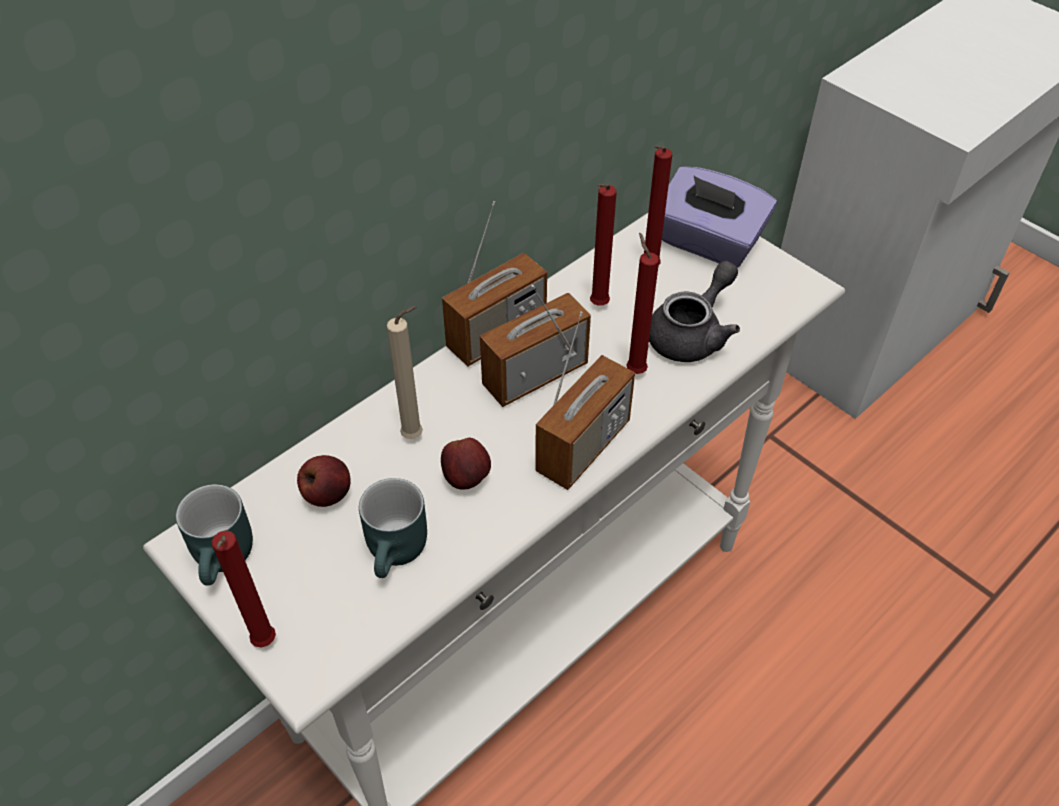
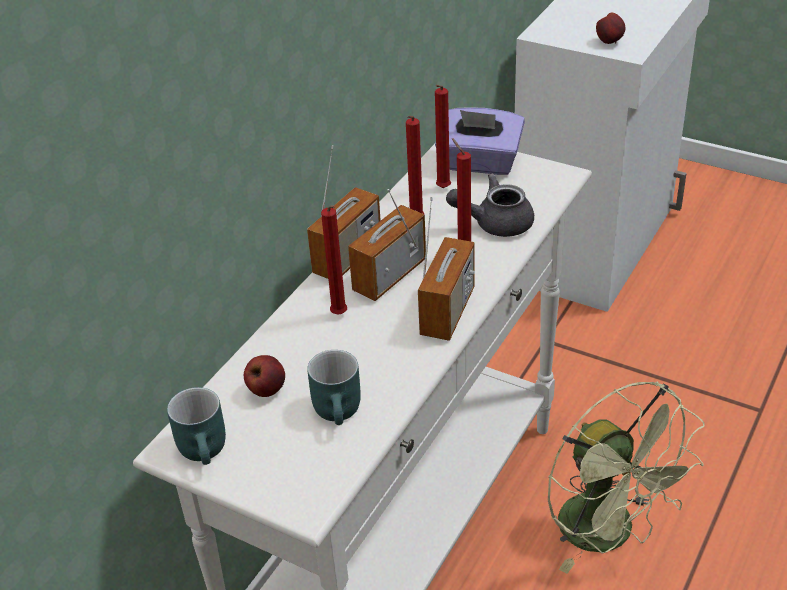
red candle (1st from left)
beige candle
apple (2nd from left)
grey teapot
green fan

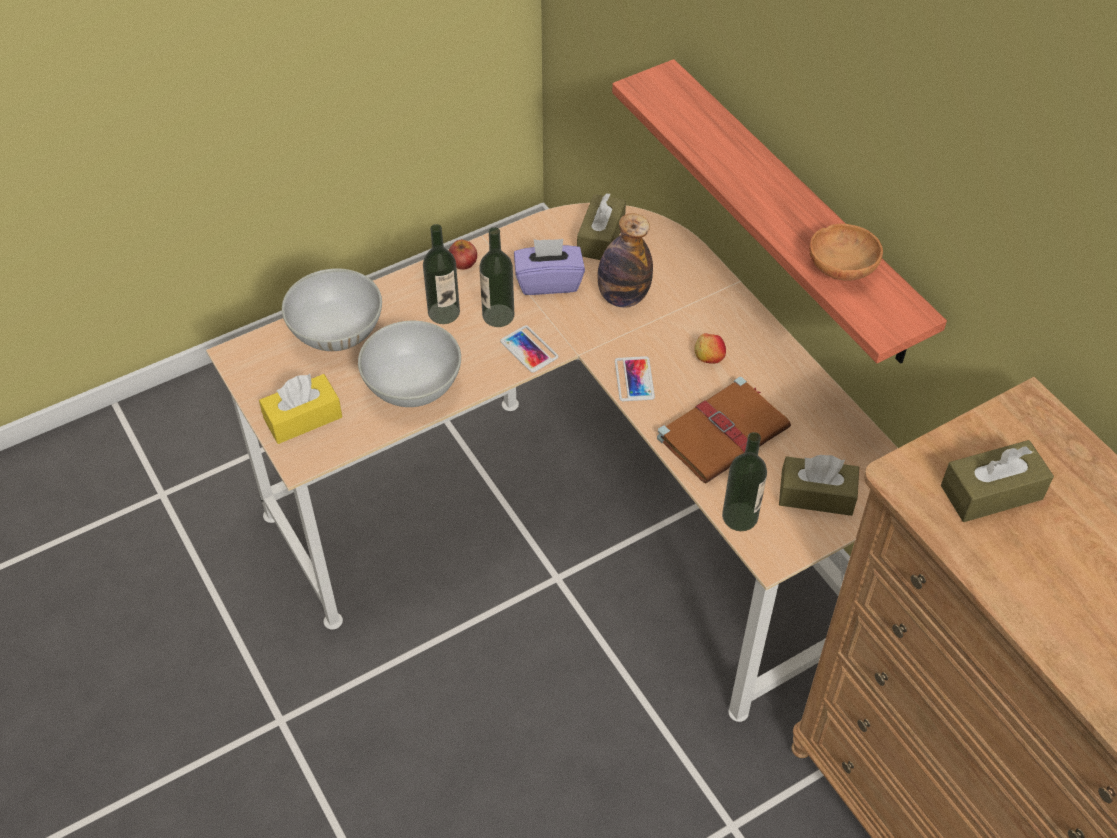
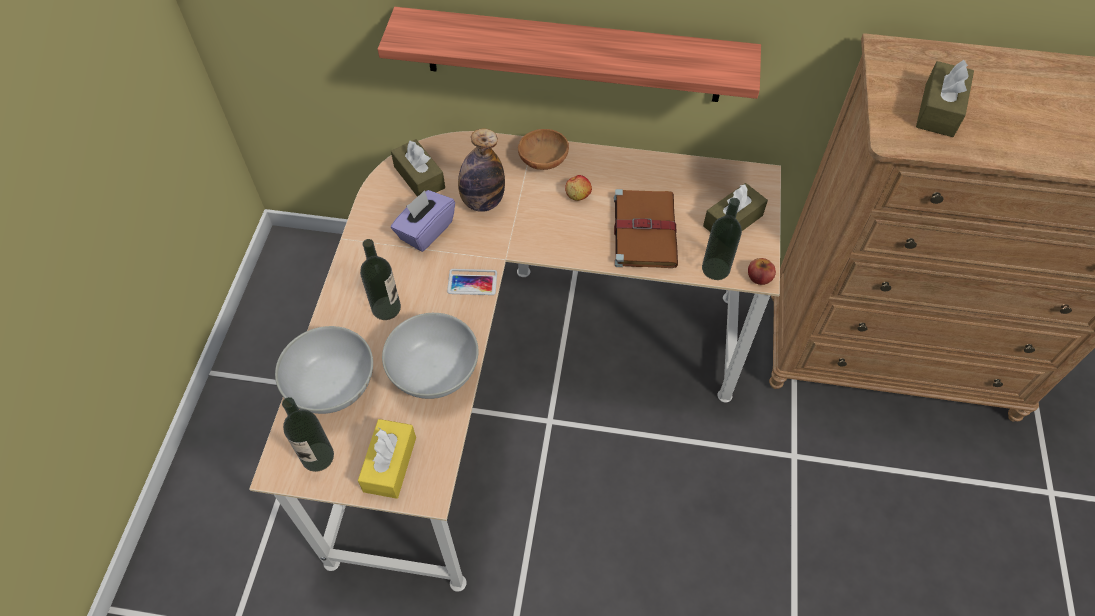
apple (2nd from left)
bottle (1st from left)
phone (2nd from left in the first image)
brown bowl

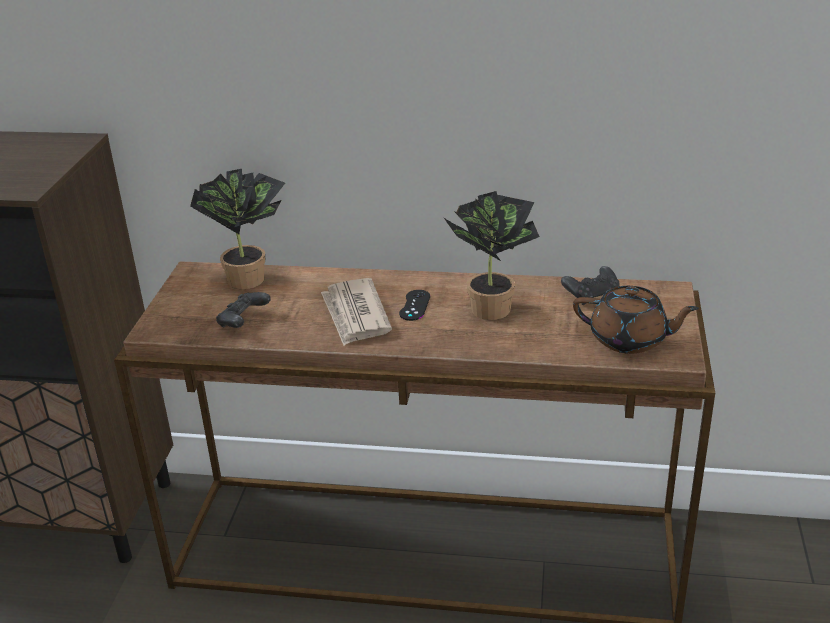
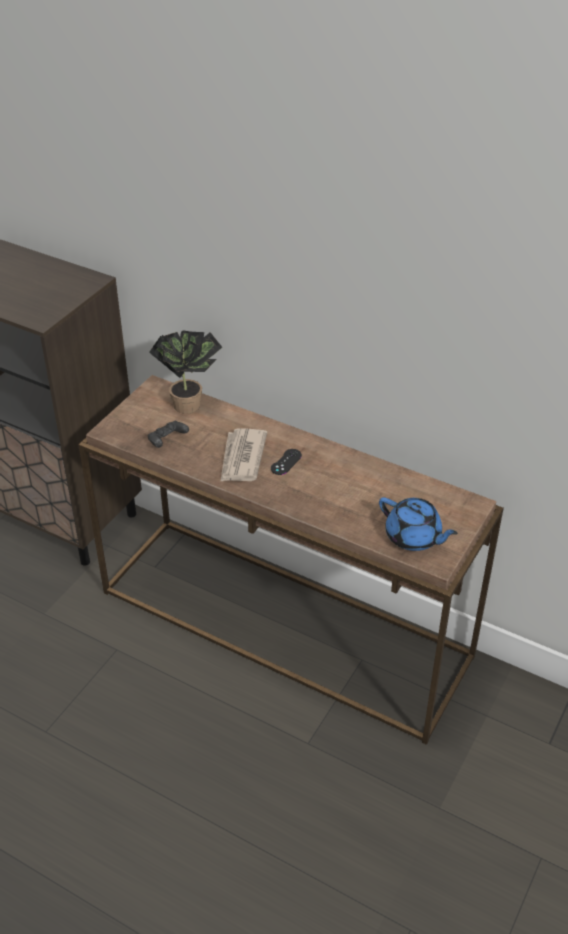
potted plant (2nd from left in the first image)
black game controller (3rd from left in the first image)
blue teapot

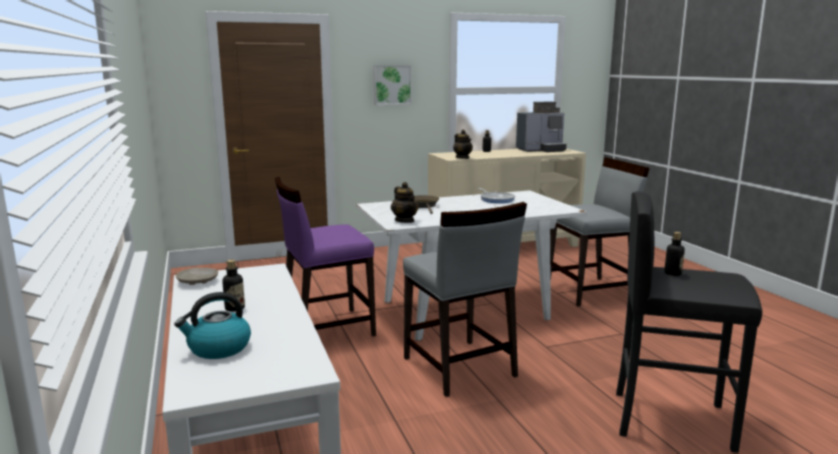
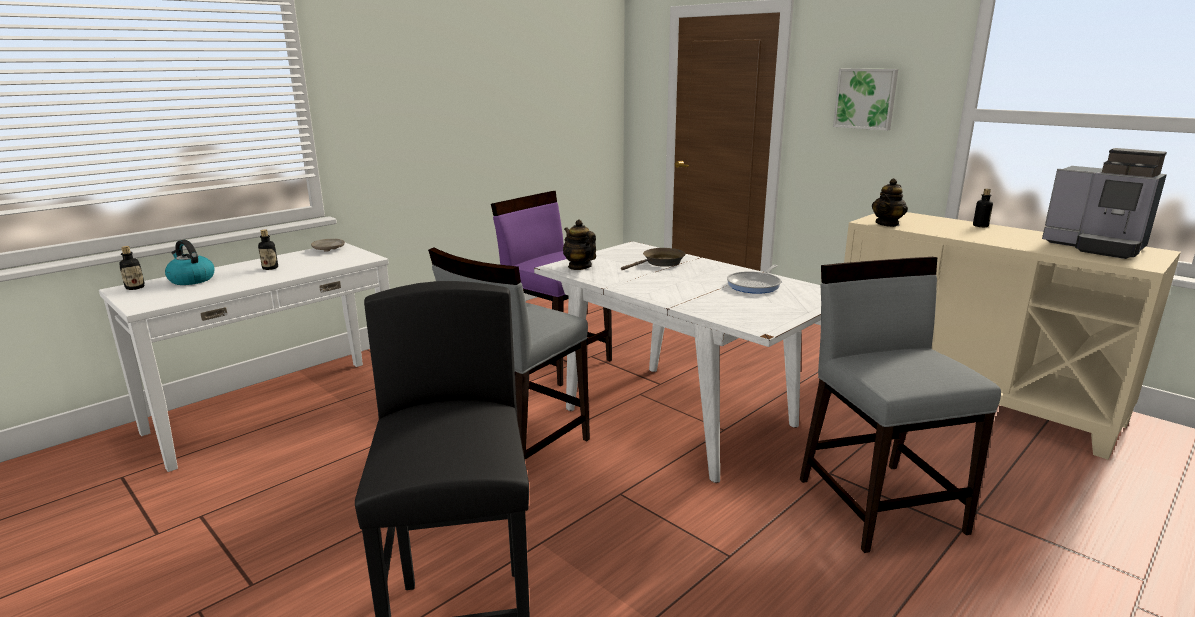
teapot (1st from left)
grey chair (2nd from left)
bottle (1st from left)

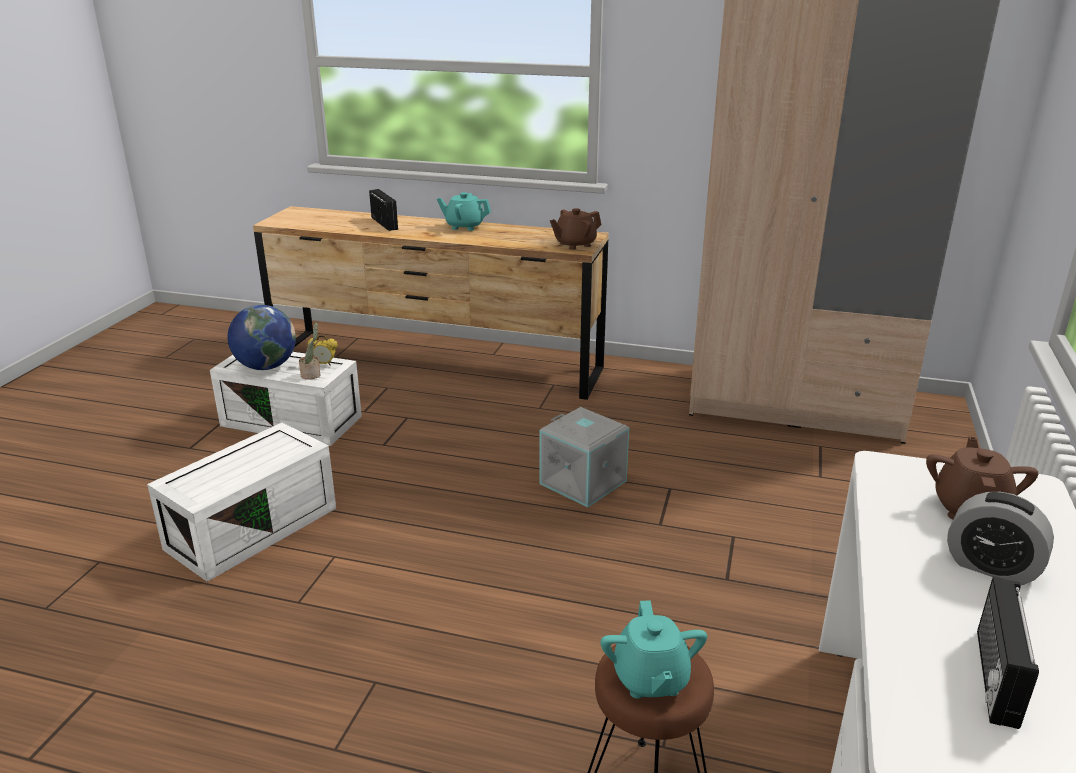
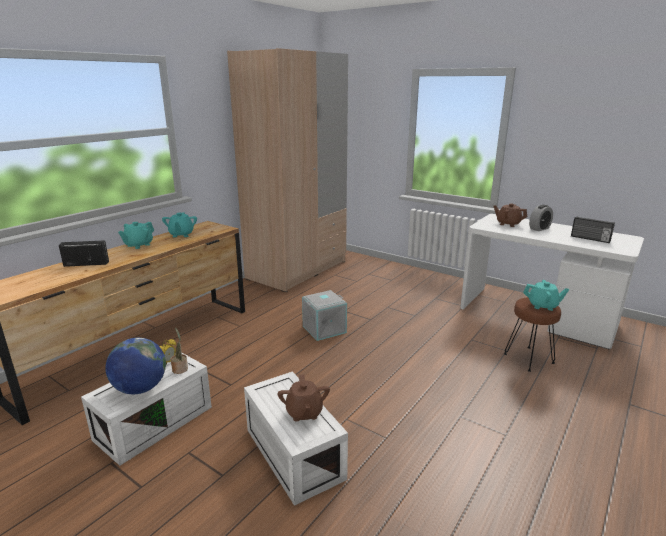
brown teapot (1st from left)
turquoise teapot (2nd from left)

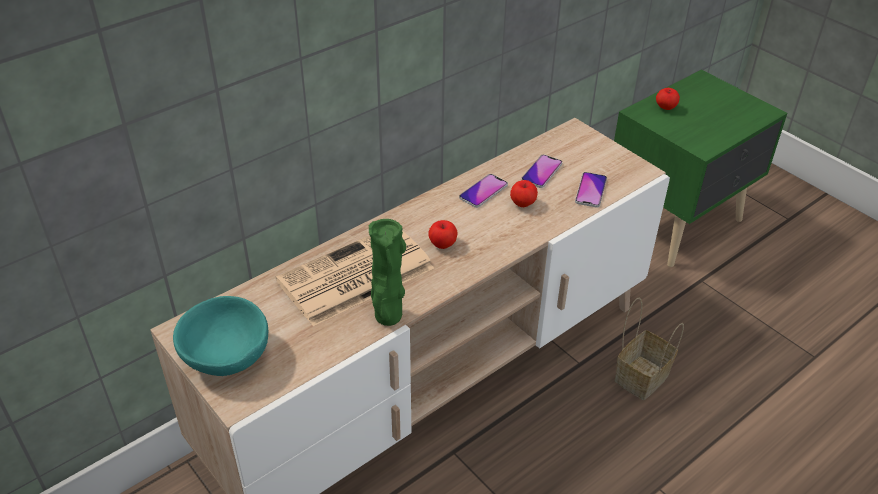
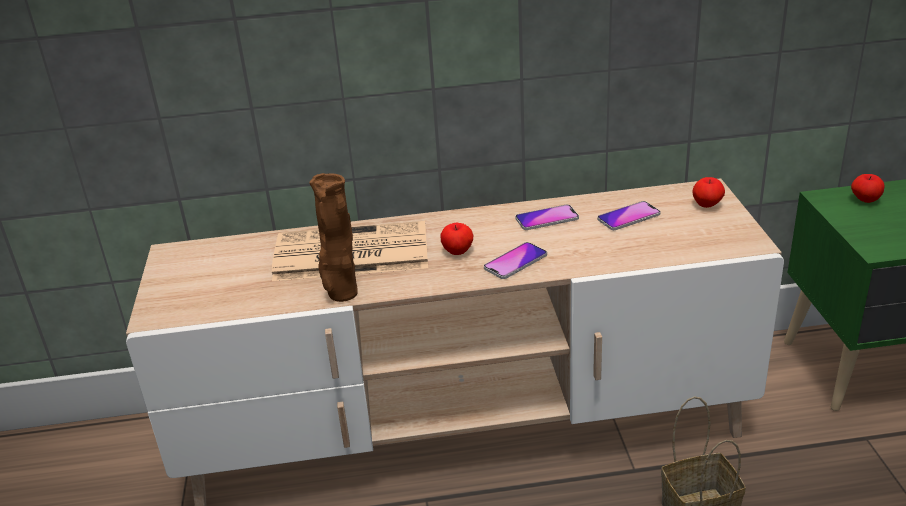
turquoise bowl
brown vase
apple (2nd from left)
phone (1st from left)

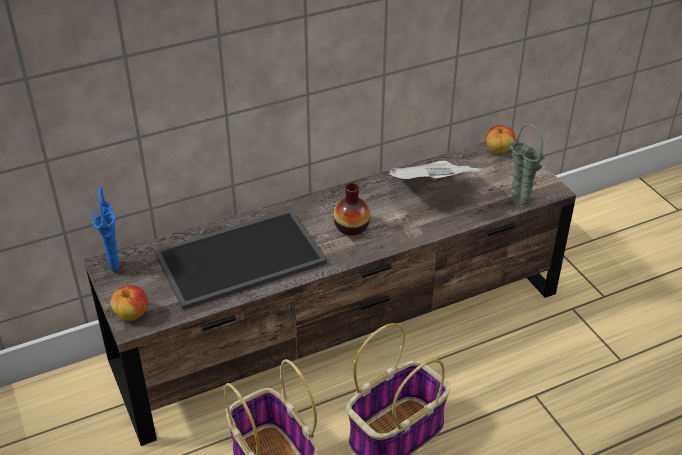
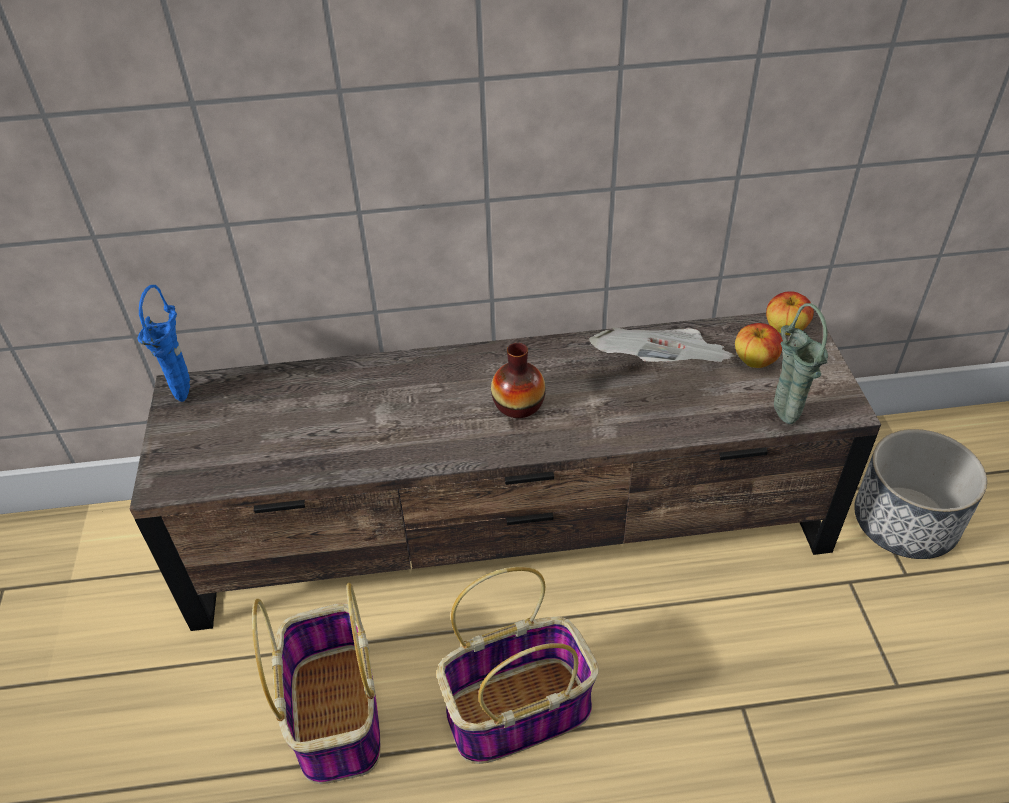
apple (1st from left)
tray
planter

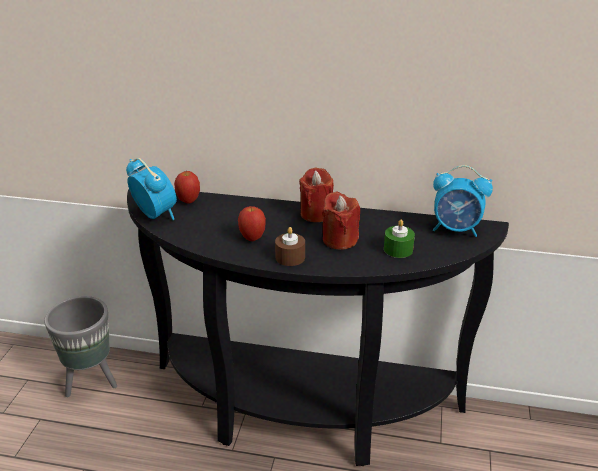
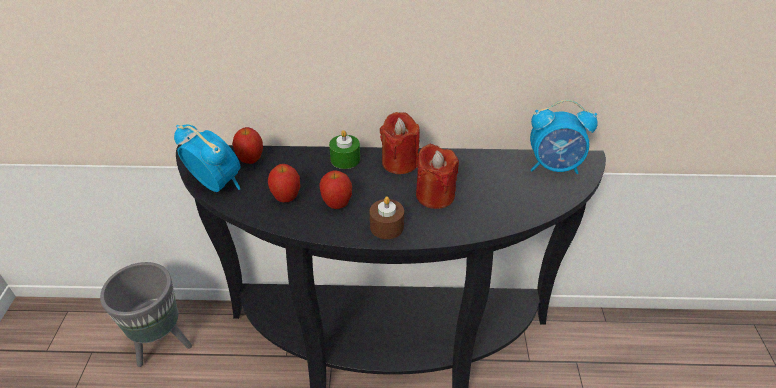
green candle
apple (2nd from left)

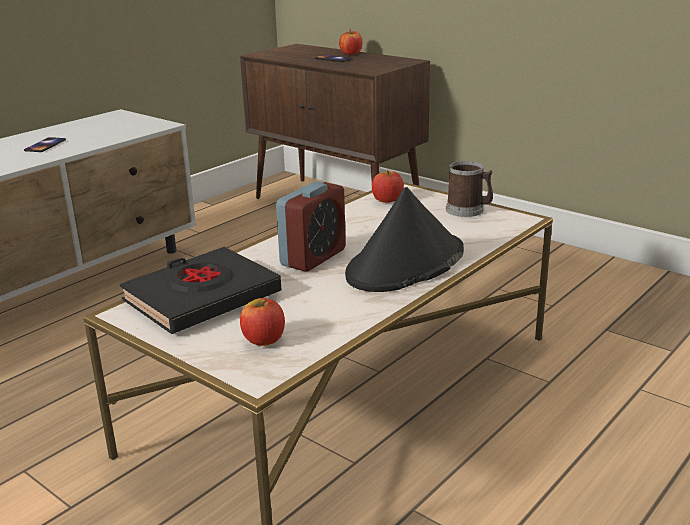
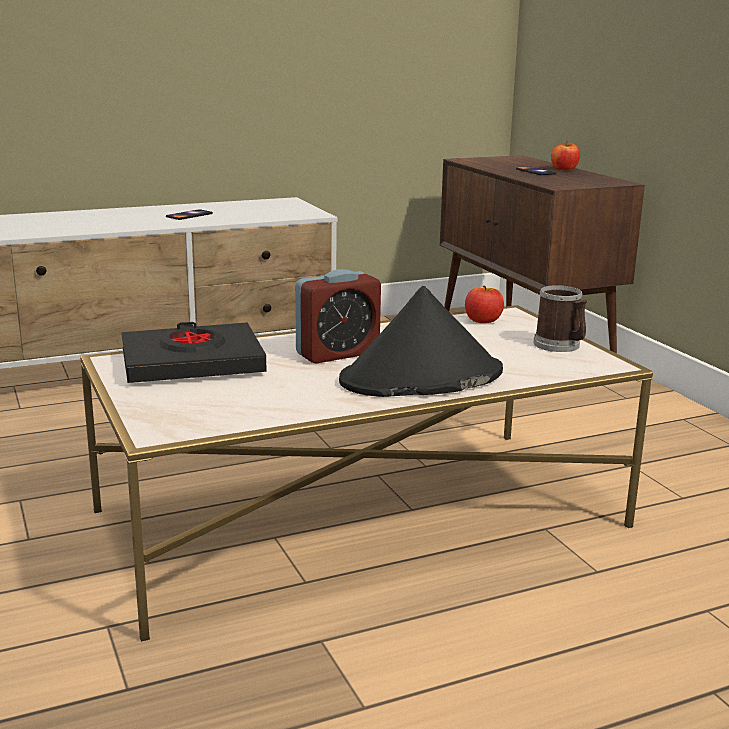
apple (1st from left in the first image)

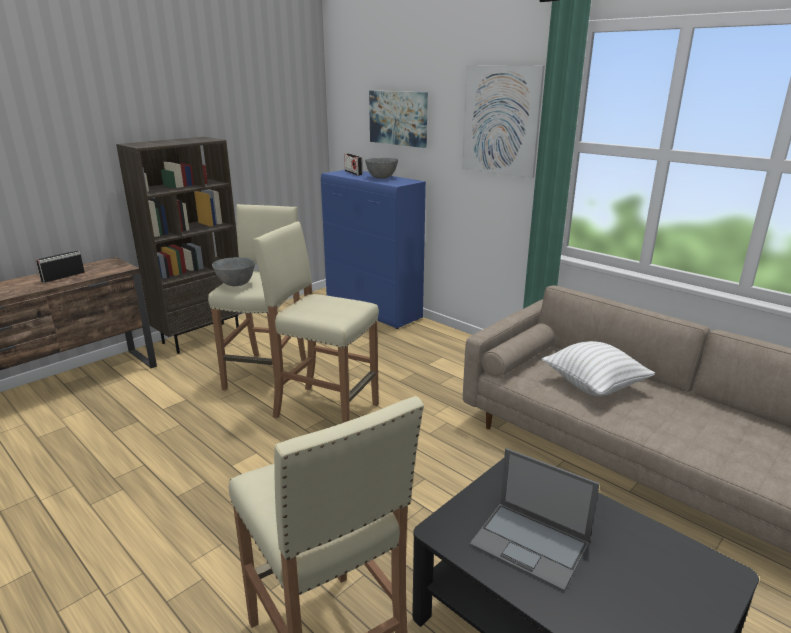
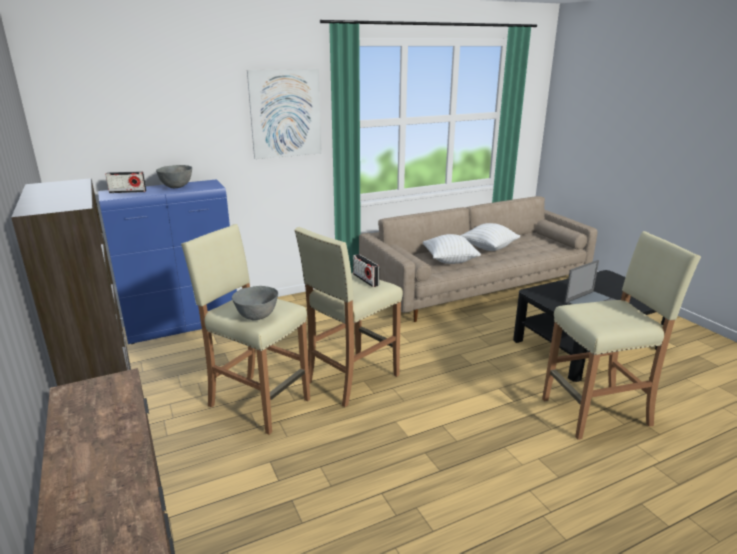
radio (2nd from left)
picture (1st from left in the first image)
white pillow (2nd from left)

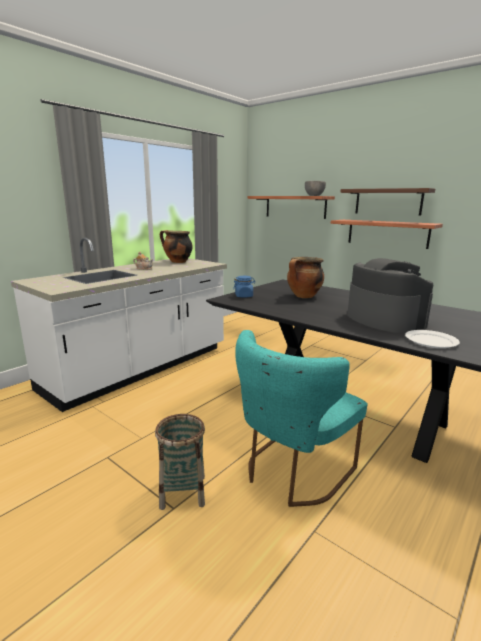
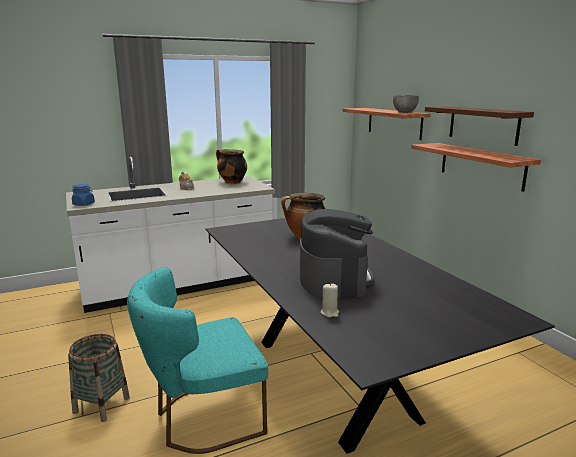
blue jar
beige candle

